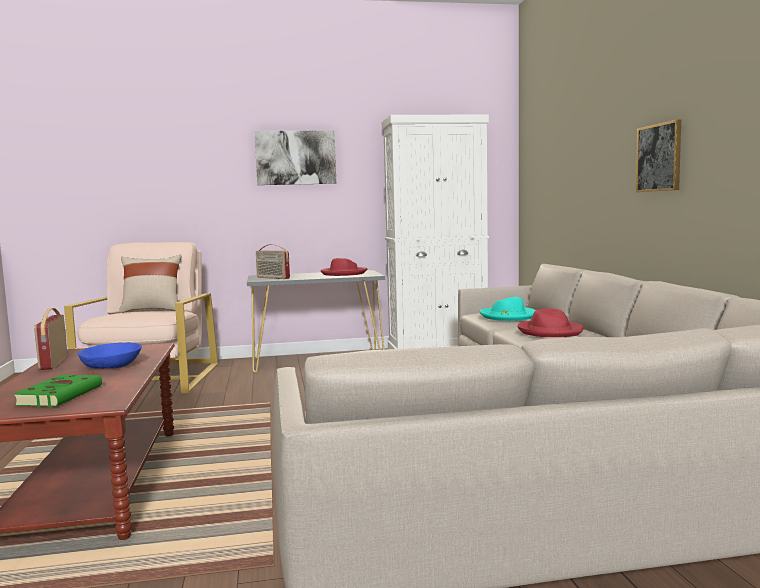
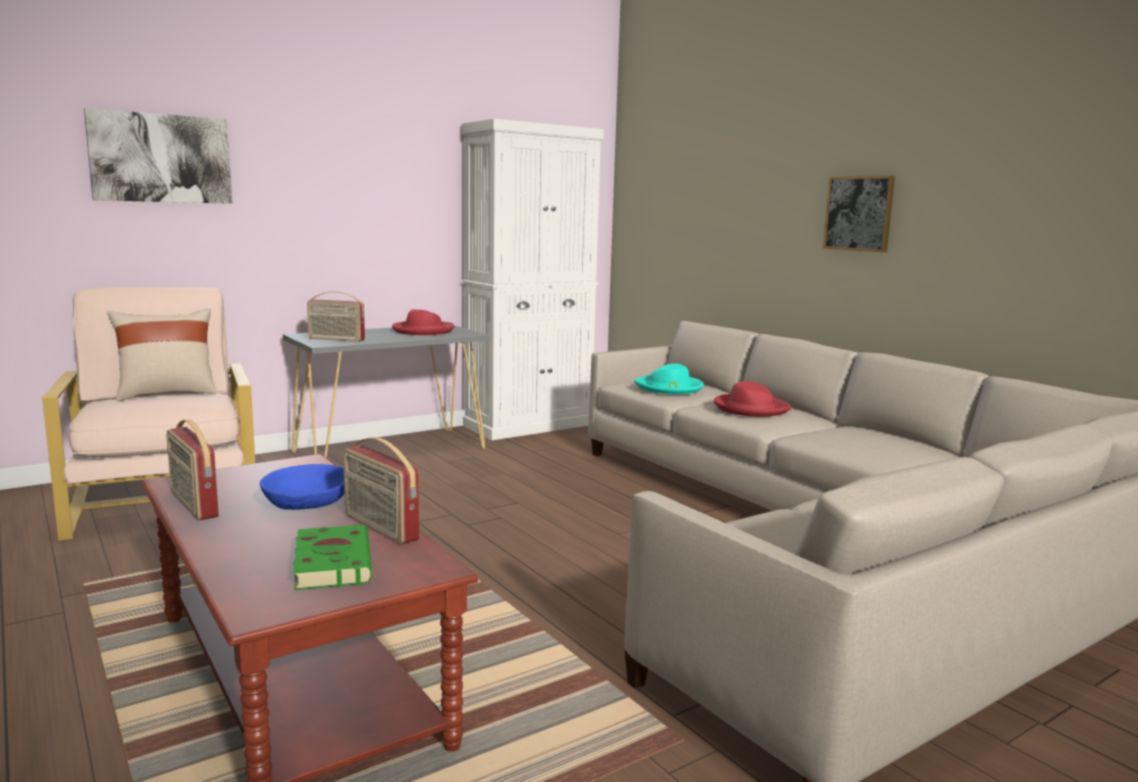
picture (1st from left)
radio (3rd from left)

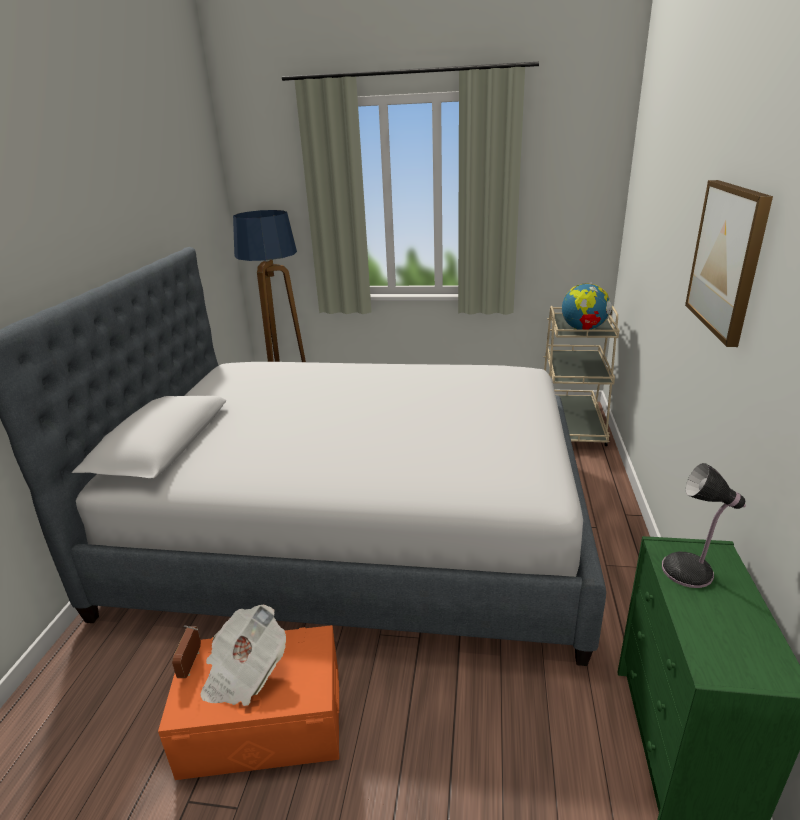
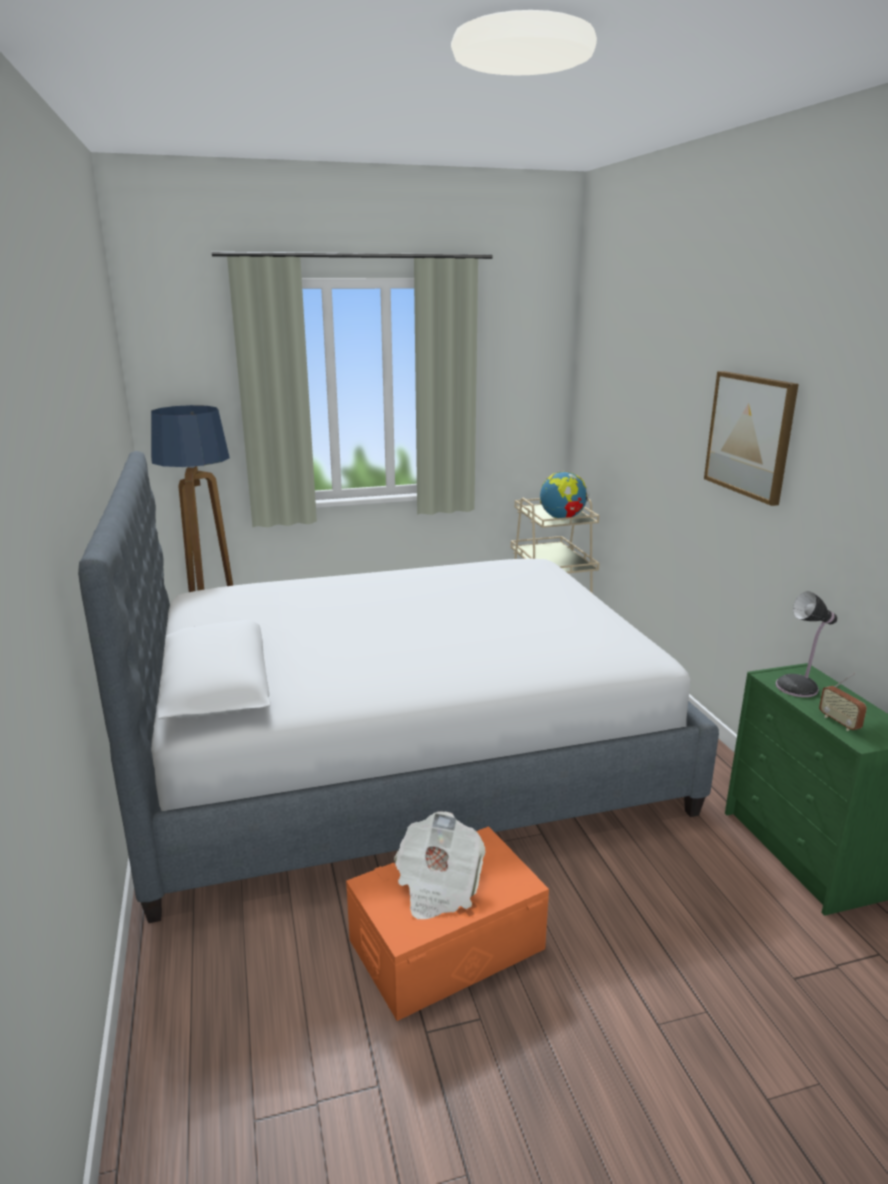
radio

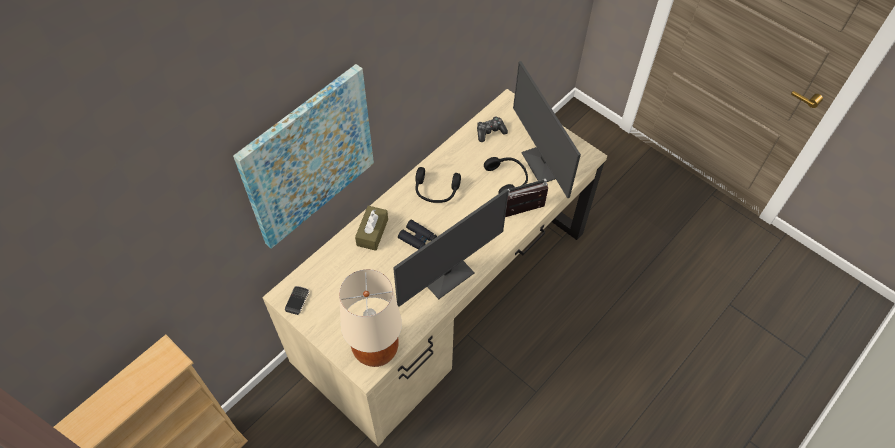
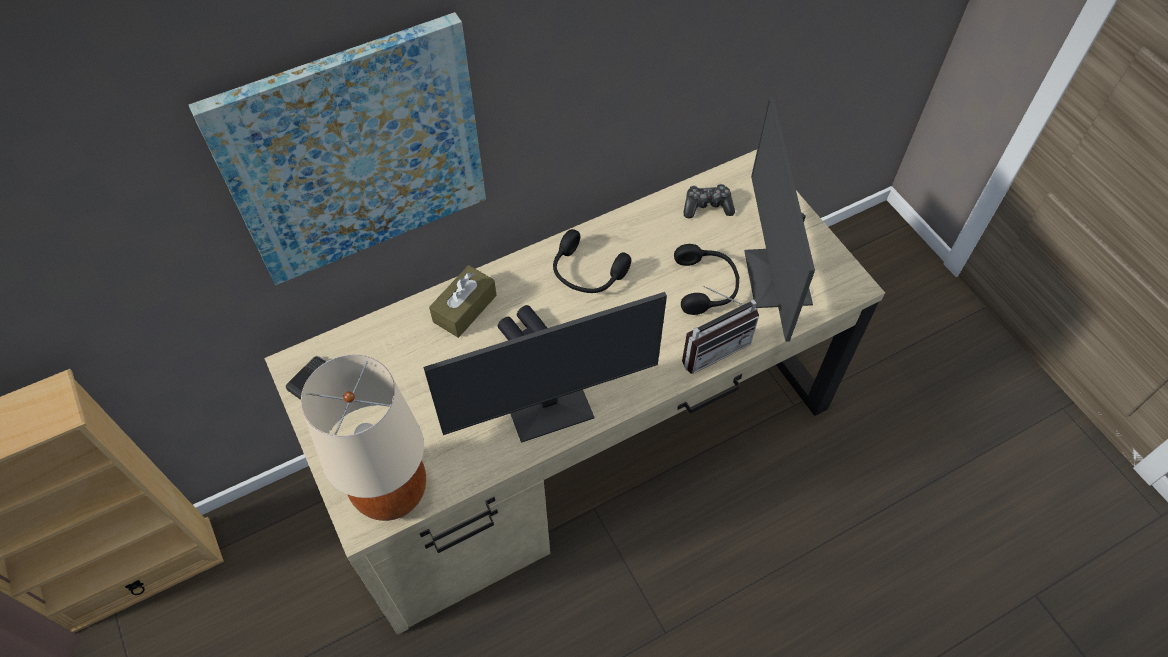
radio

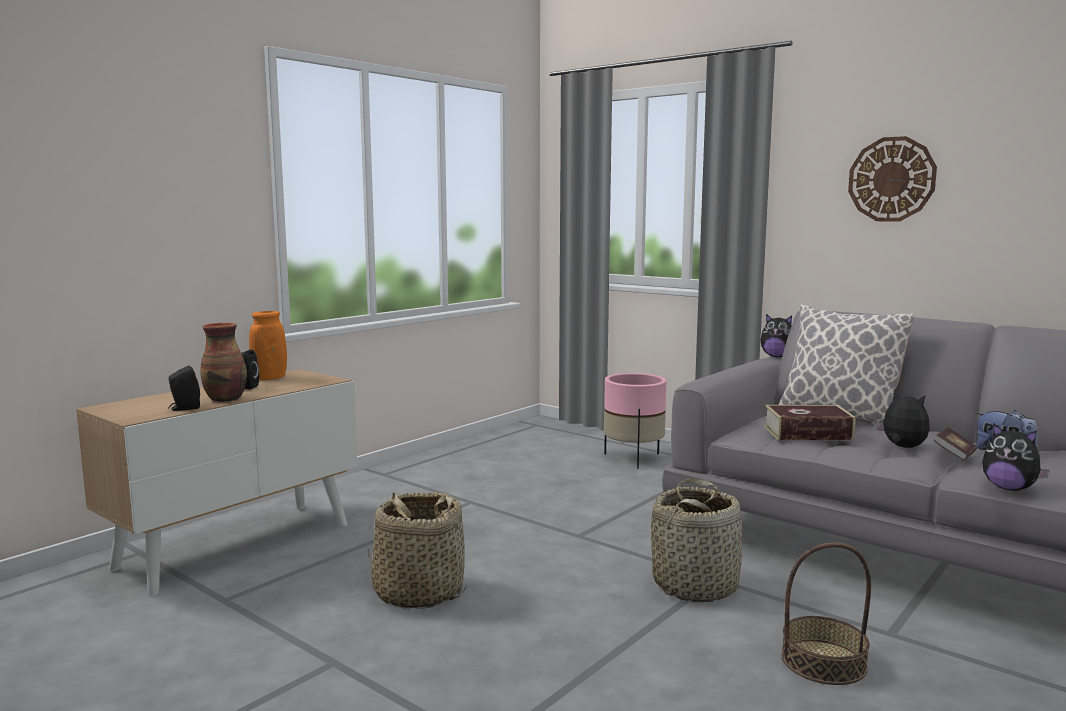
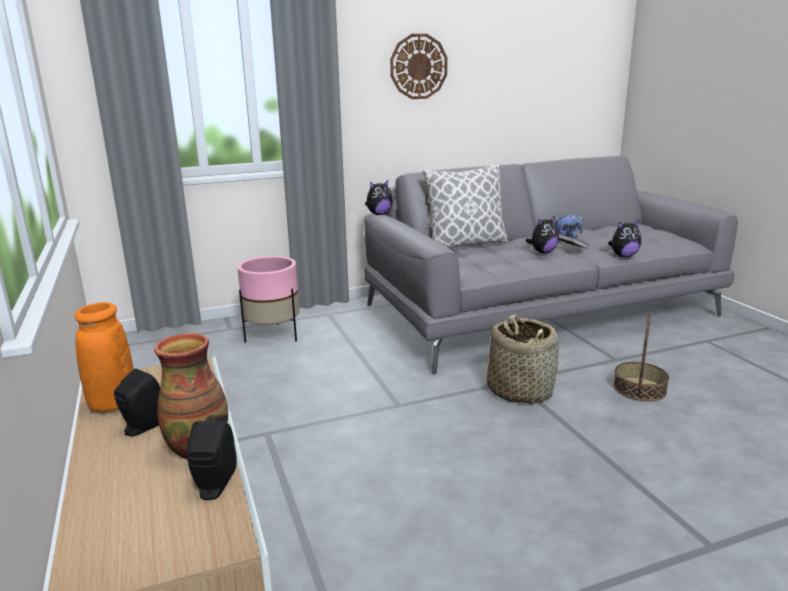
basket (1st from left in the first image)
book (1st from left in the first image)
plush toy (2nd from left)

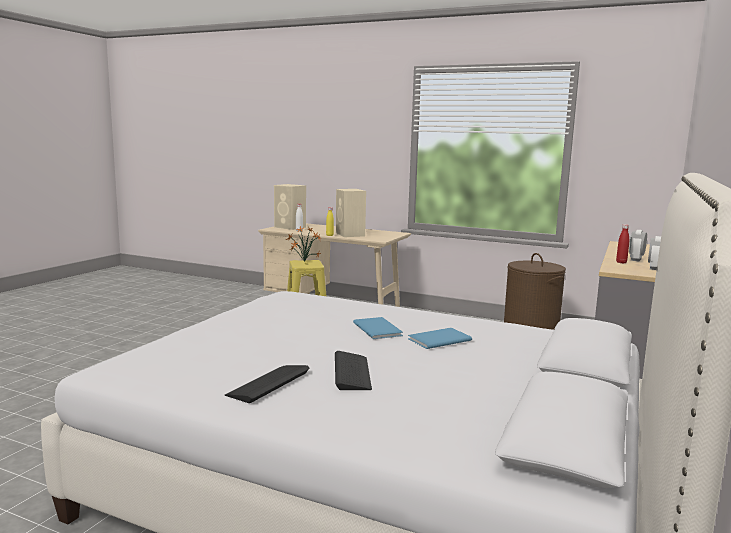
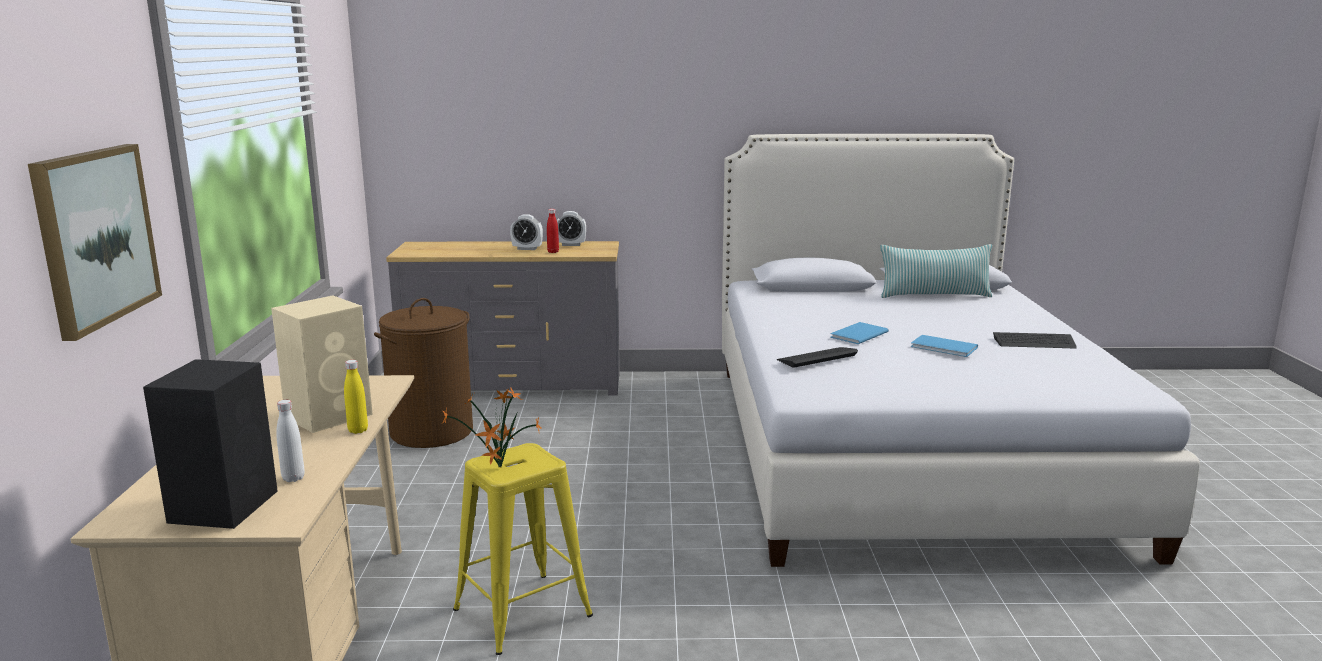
black speaker
keyboard (1st from left)
blue book (2nd from left)
picture
pillow

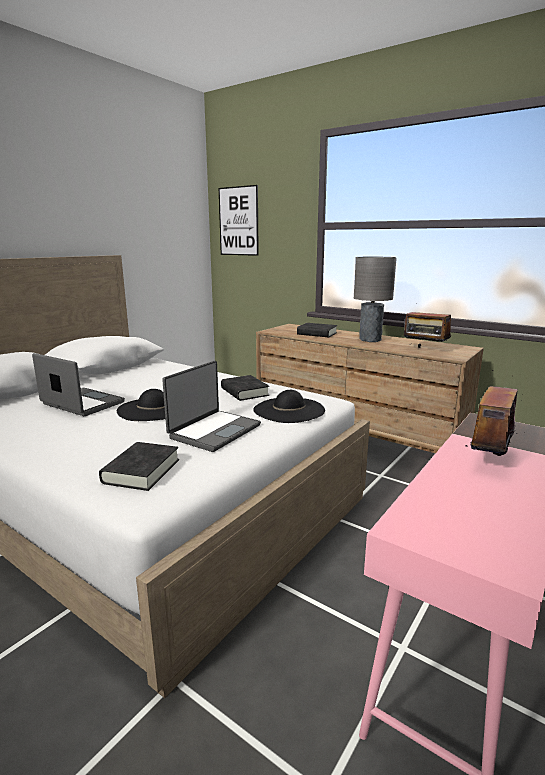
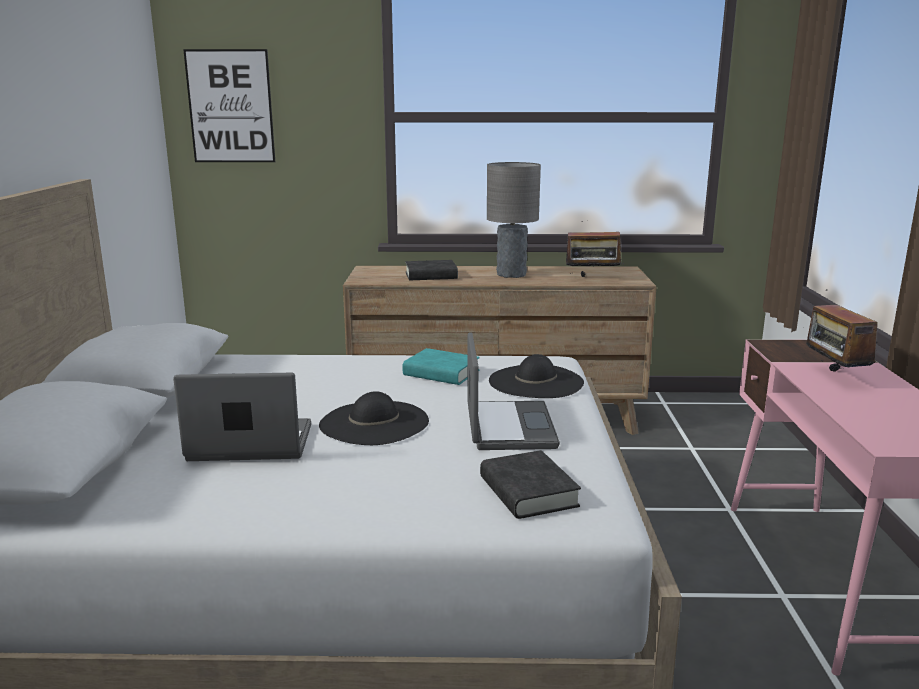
turquoise book

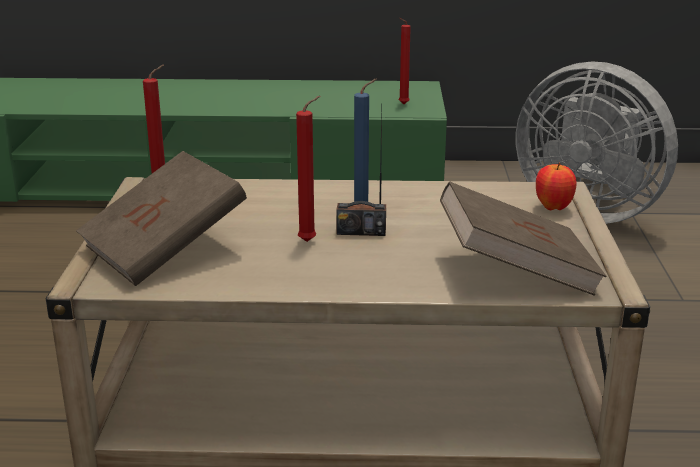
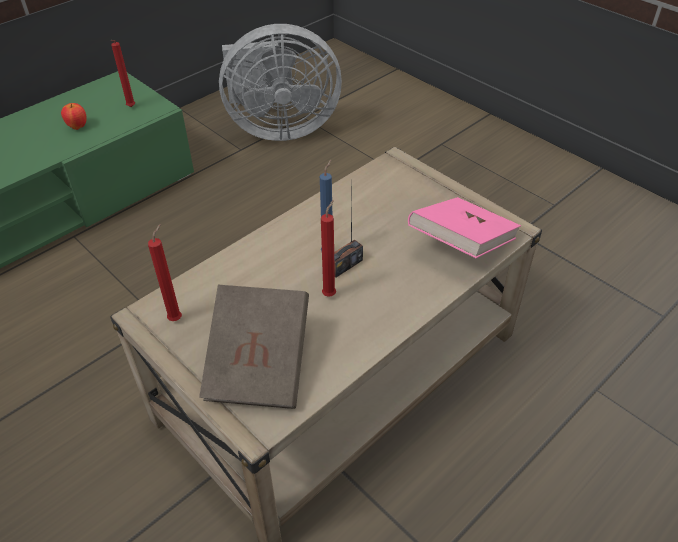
pink book
apple

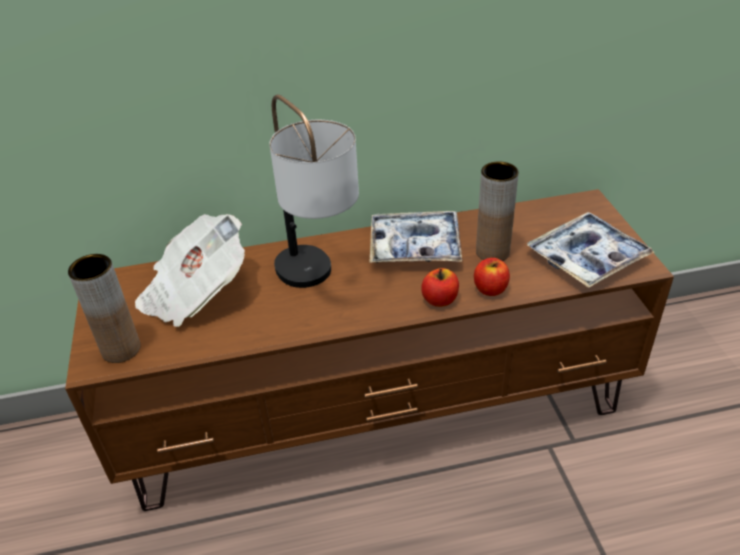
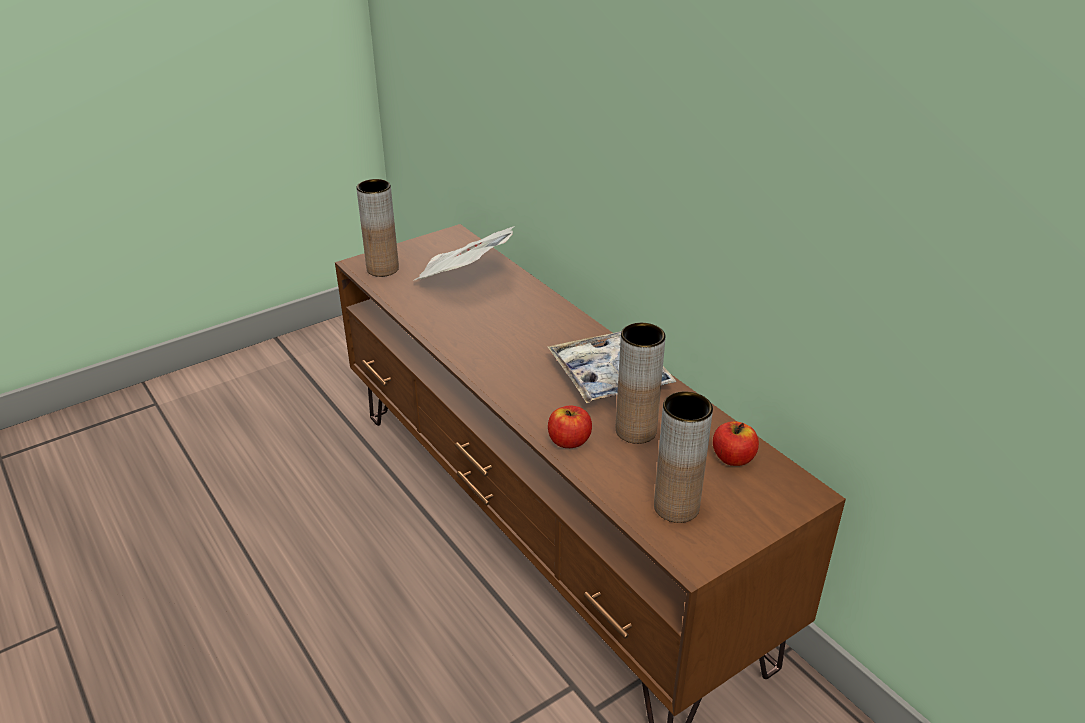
table lamp
apple (2nd from left)
brown vase (3rd from left)

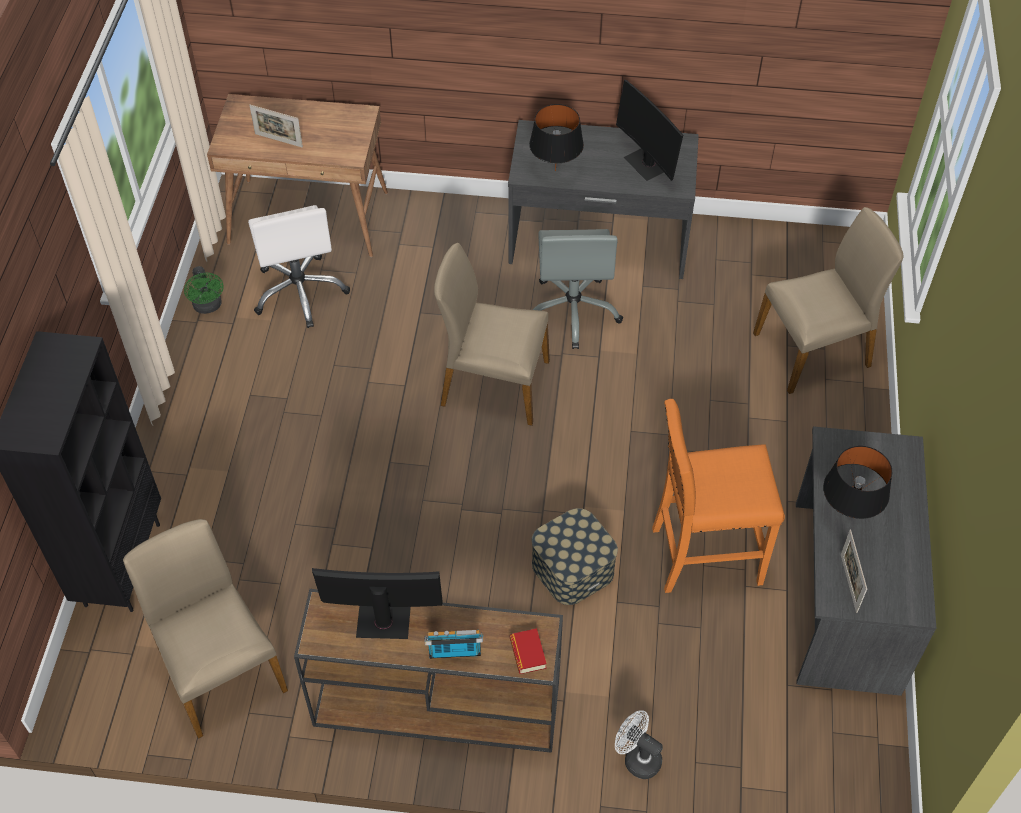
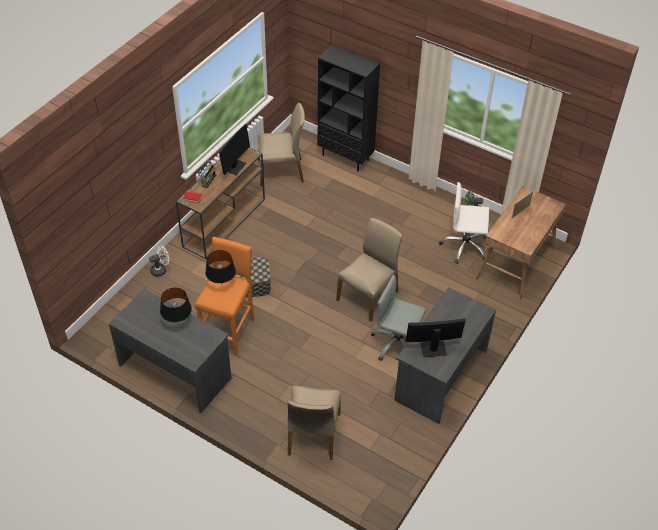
black table lamp (2nd from left)
picture frame (2nd from left in the first image)

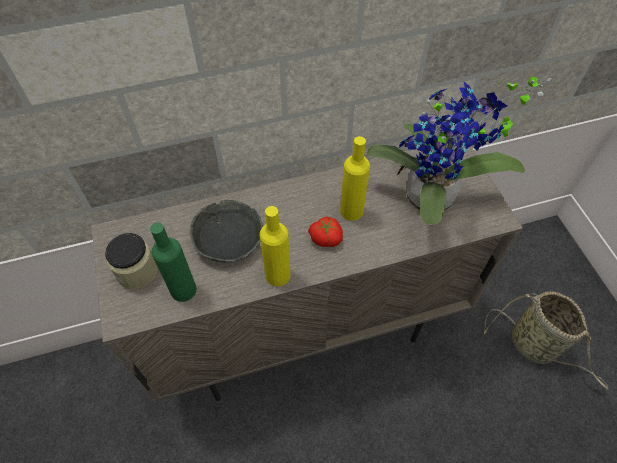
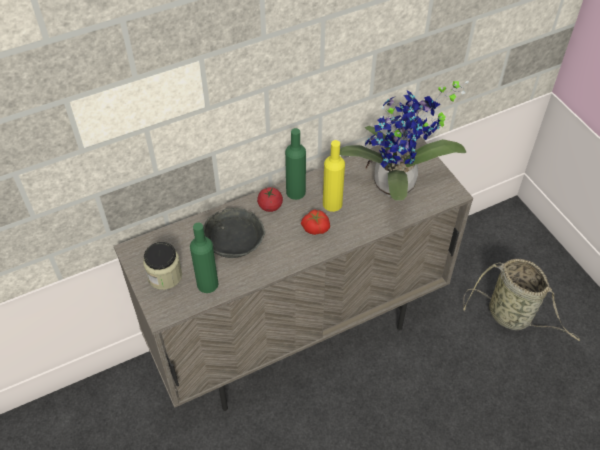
yellow bottle (1st from left in the first image)
tomato (1st from left)
green bottle (2nd from left)

